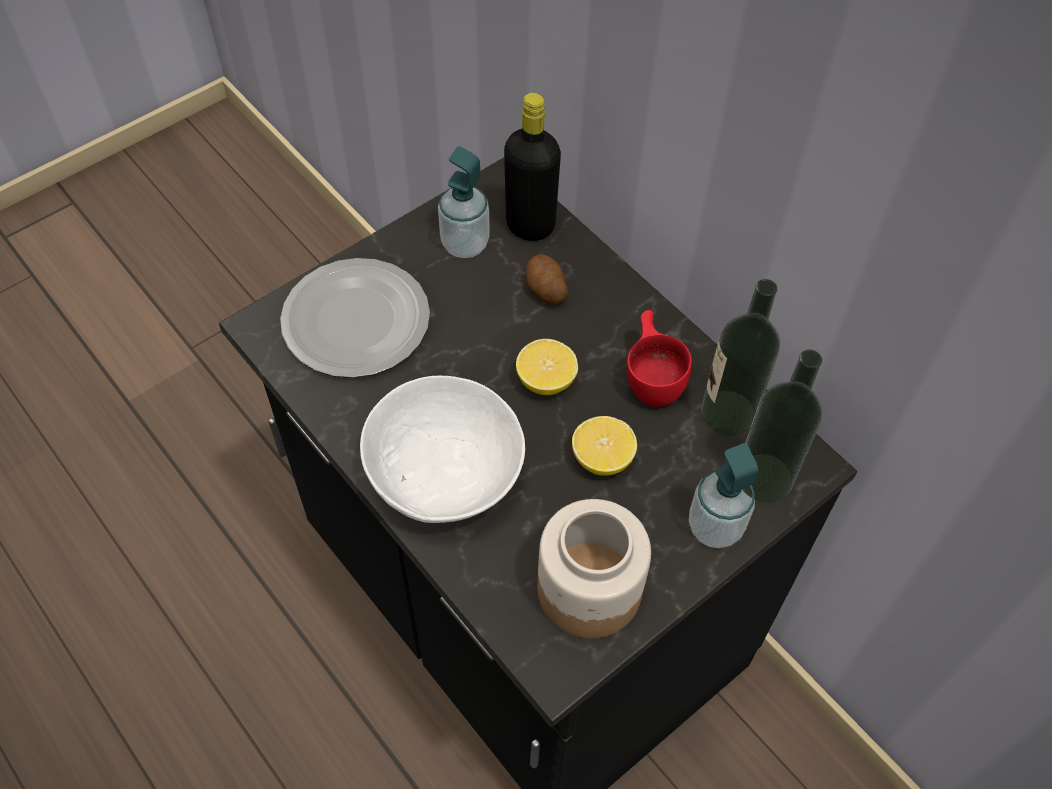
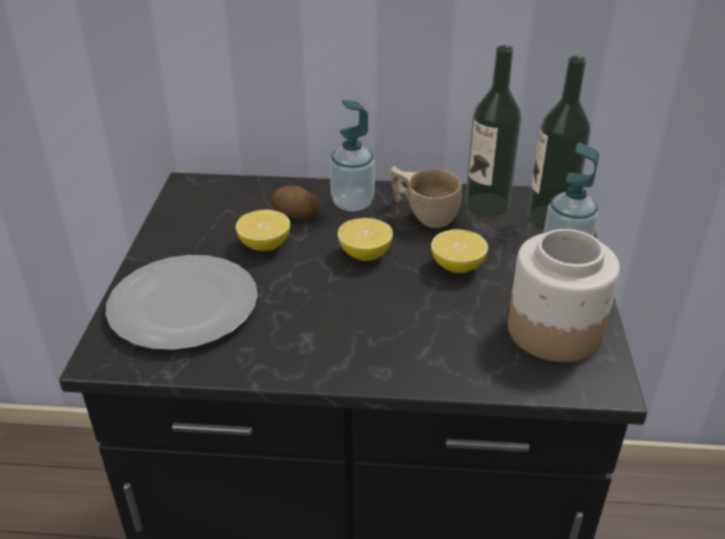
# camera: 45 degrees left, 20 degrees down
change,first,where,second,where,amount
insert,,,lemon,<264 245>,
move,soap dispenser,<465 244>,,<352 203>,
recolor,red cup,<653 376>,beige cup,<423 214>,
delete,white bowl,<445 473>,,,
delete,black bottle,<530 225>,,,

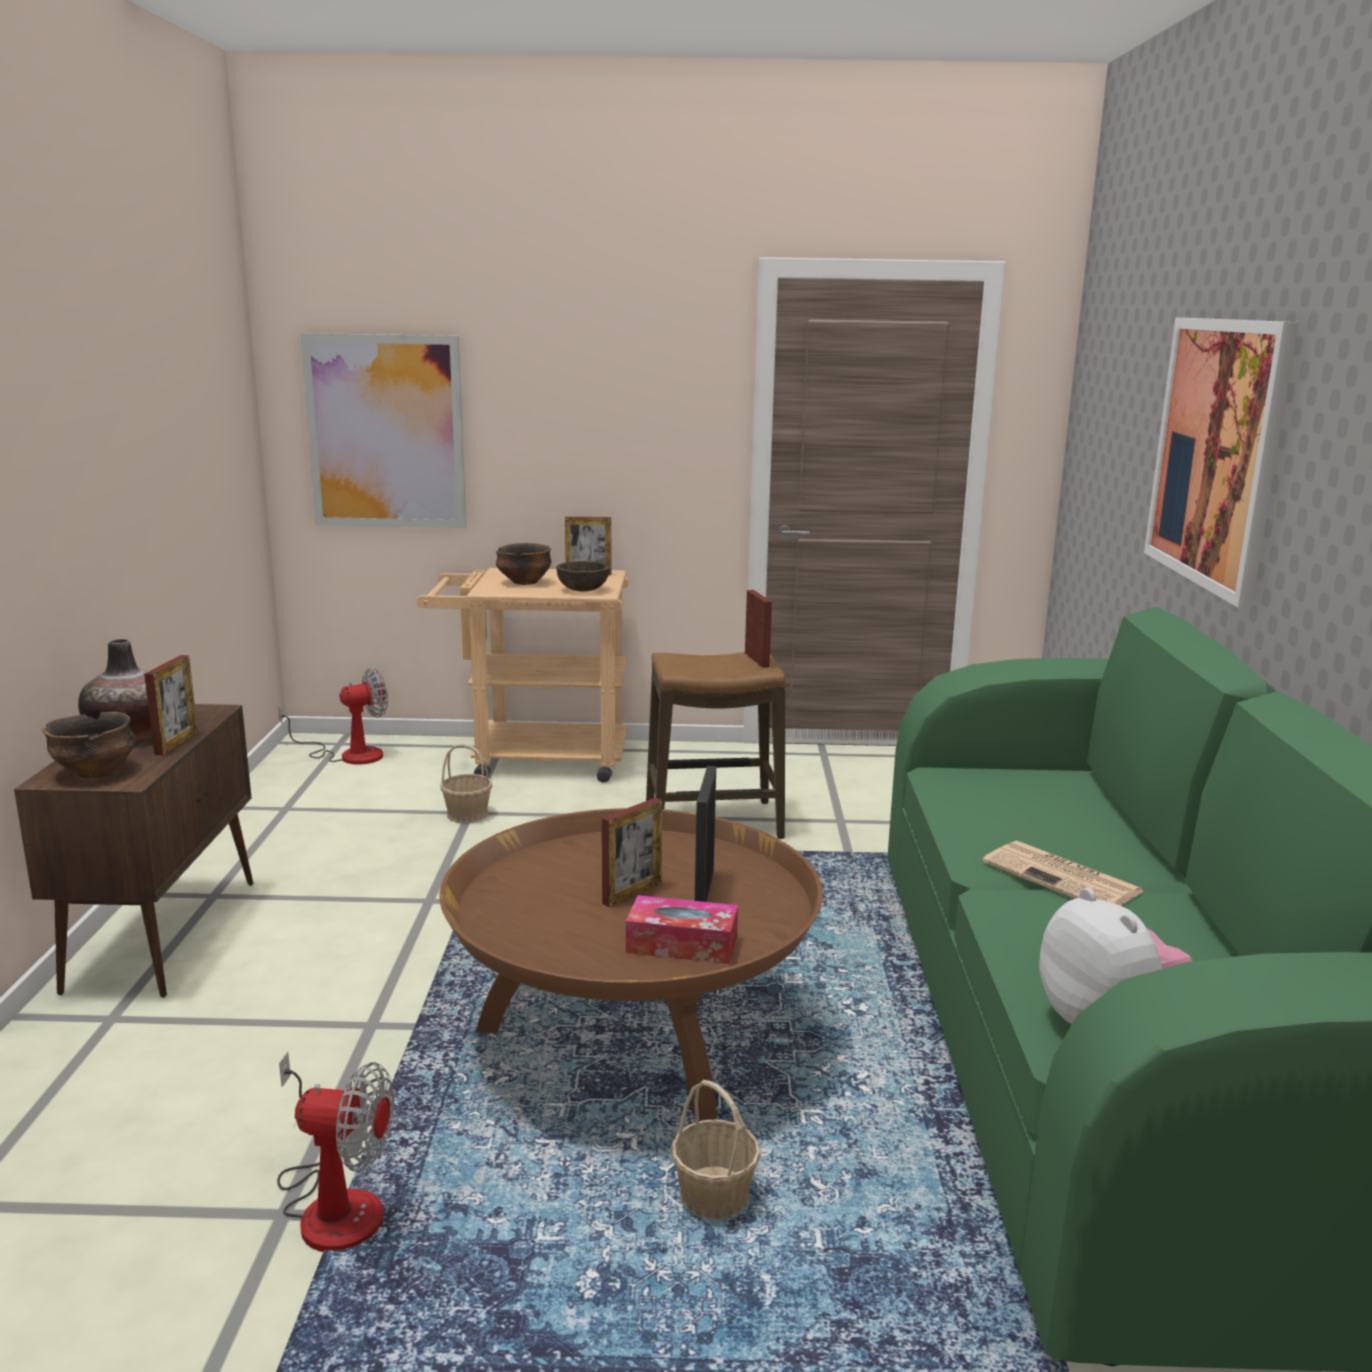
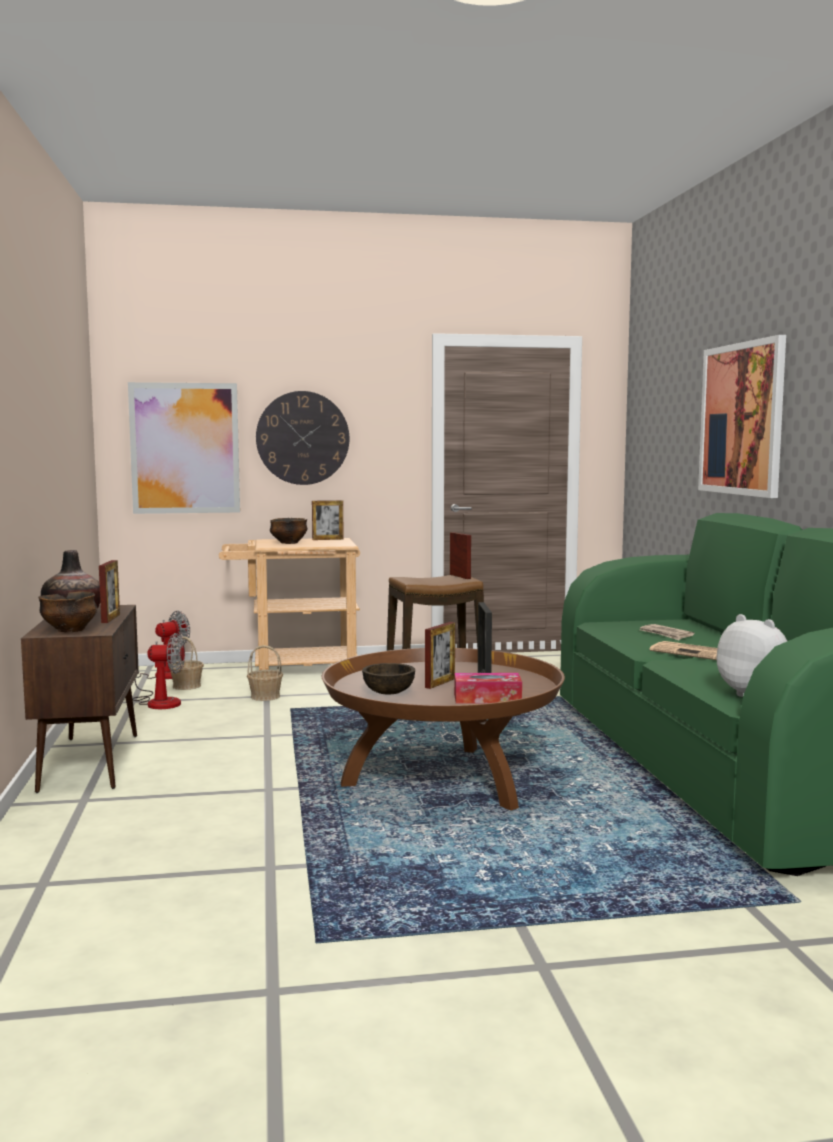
# camera: 10 degrees left, 10 degrees down
change,first,where,second,where,amount
move,fan,<334 1202>,,<158 702>,
move,basket,<714 1195>,,<187 686>,
insert,,,wall clock,<302 438>,
move,brown bowl,<583 590>,,<389 693>,
insert,,,newspaper,<666 634>,

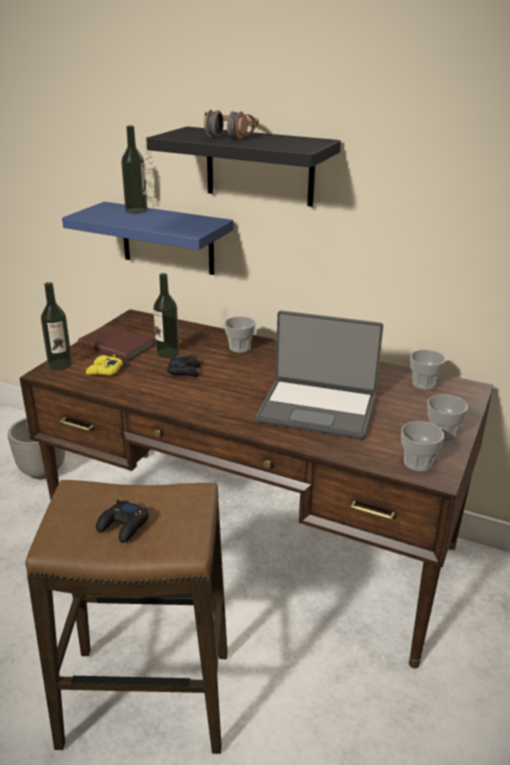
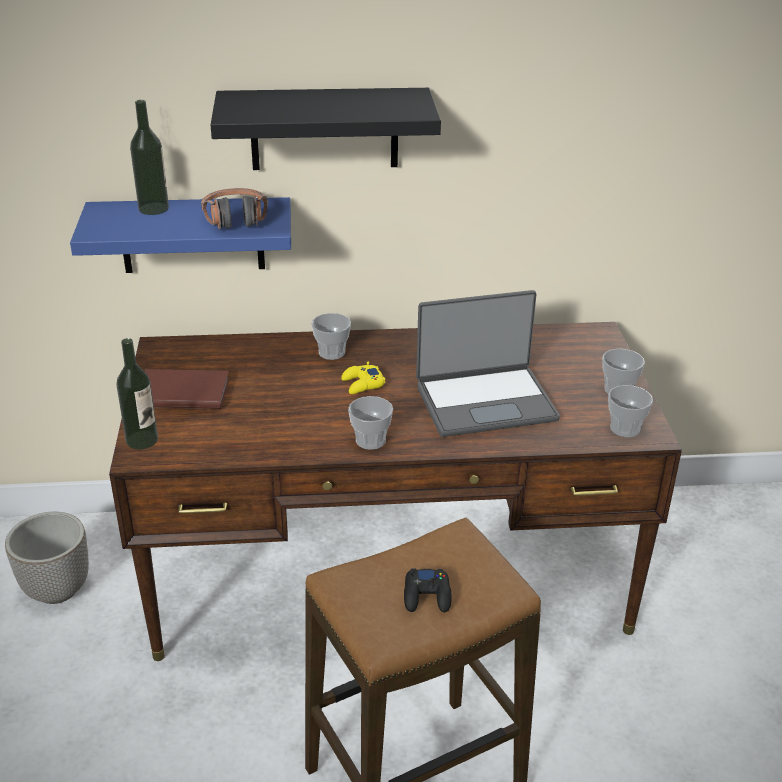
# camera: 30 degrees left, 5 degrees up
change,first,where,second,where,amount
move,headphones,<230 135>,,<236 219>,
move,yellow game controller,<104 370>,,<362 384>,
move,cup,<424 384>,,<370 440>,
delete,bottle,<167 353>,,,
delete,black game controller,<185 371>,,,

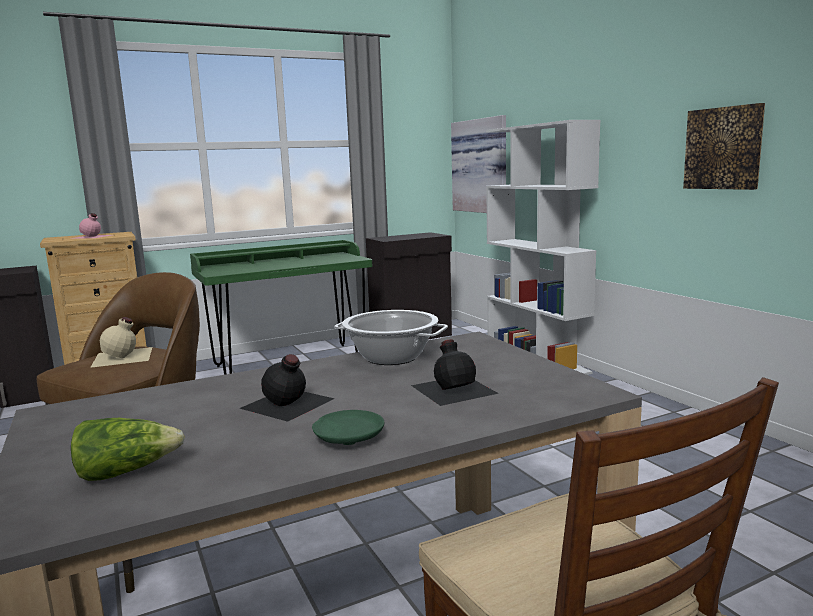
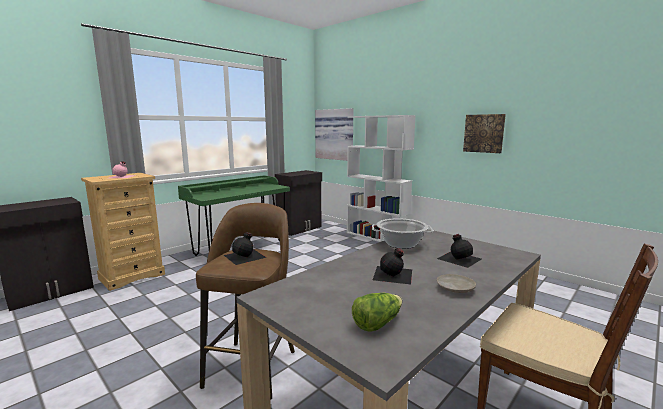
# camera: 20 degrees left, 0 degrees up
change,first,where,second,where,amount
recolor,beige bottle,<123 356>,black bottle,<245 256>,
recolor,green plate,<348 437>,beige plate,<455 289>,

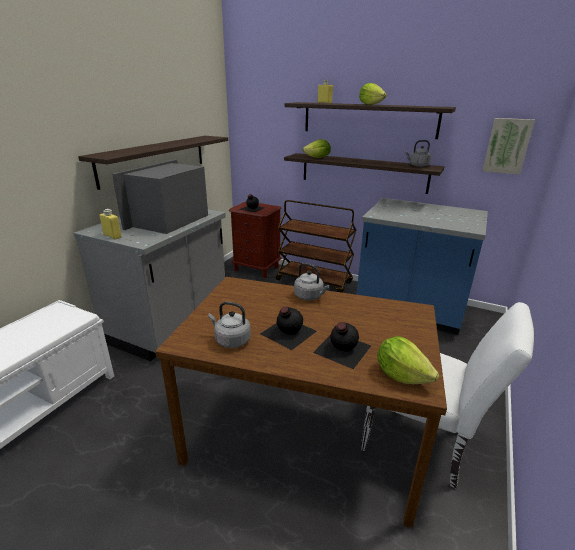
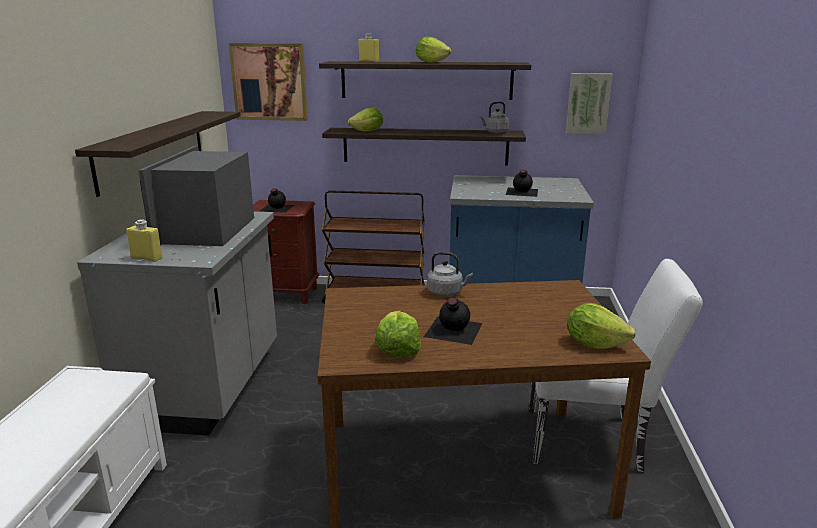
# camera: 20 degrees left, 5 degrees down
change,first,where,second,where,amount
insert,,,picture,<269 82>,
replace,grey kettle,<231 340>,lettuce,<397 349>,
move,black bottle,<341 349>,,<521 192>,

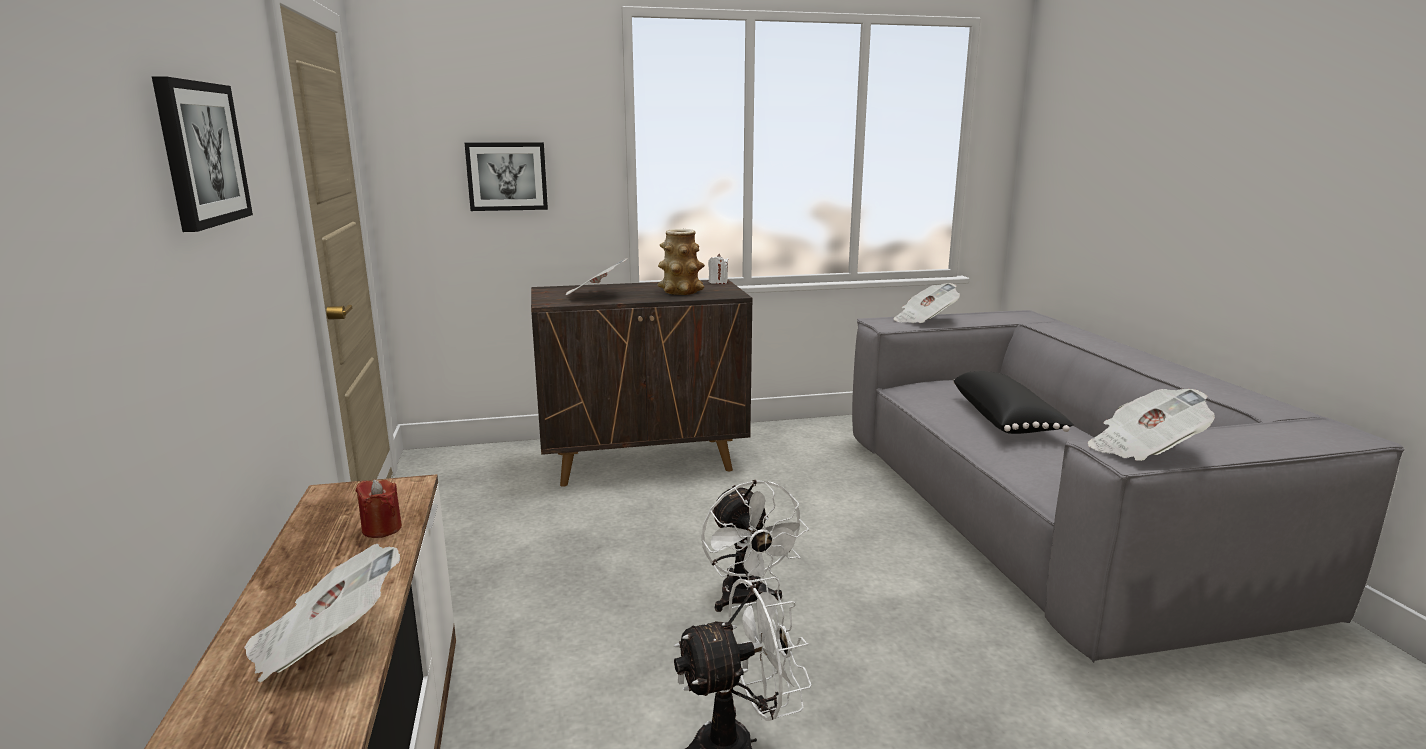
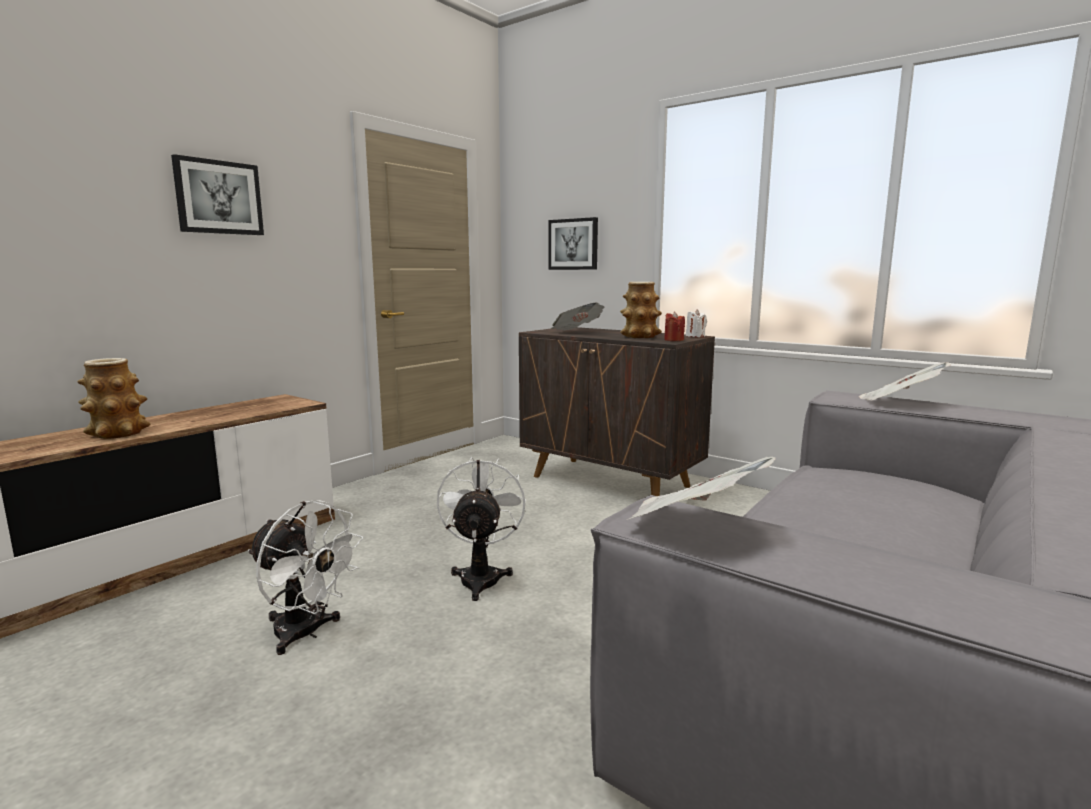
# camera: 50 degrees right, 5 degrees down
change,first,where,second,where,amount
replace,newspaper,<325 644>,vase,<118 433>,
rotate,white fan,<747 601>,,<481 576>,150 degrees clockwise
move,red candle,<382 529>,,<673 340>,
delete,black pillow,<1006 420>,,,

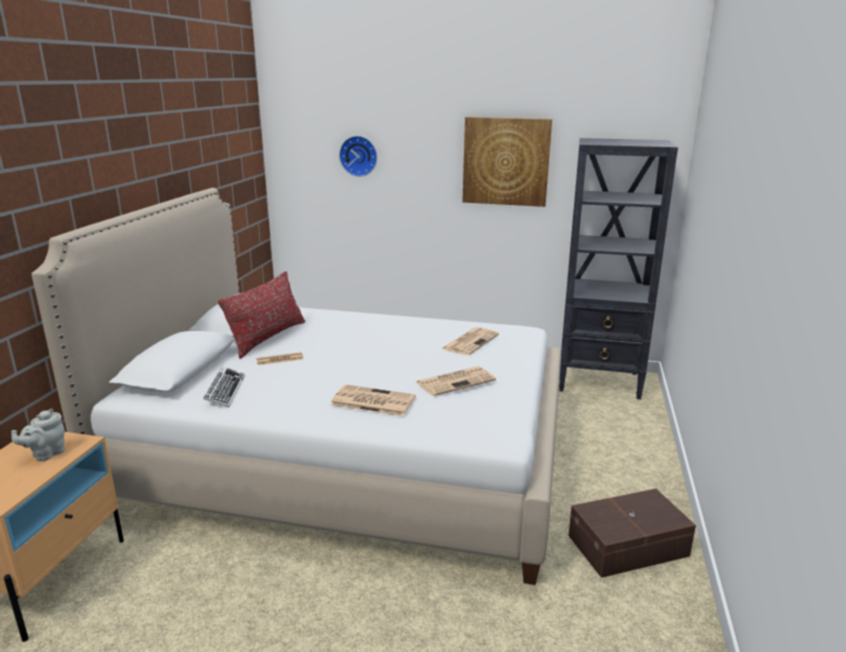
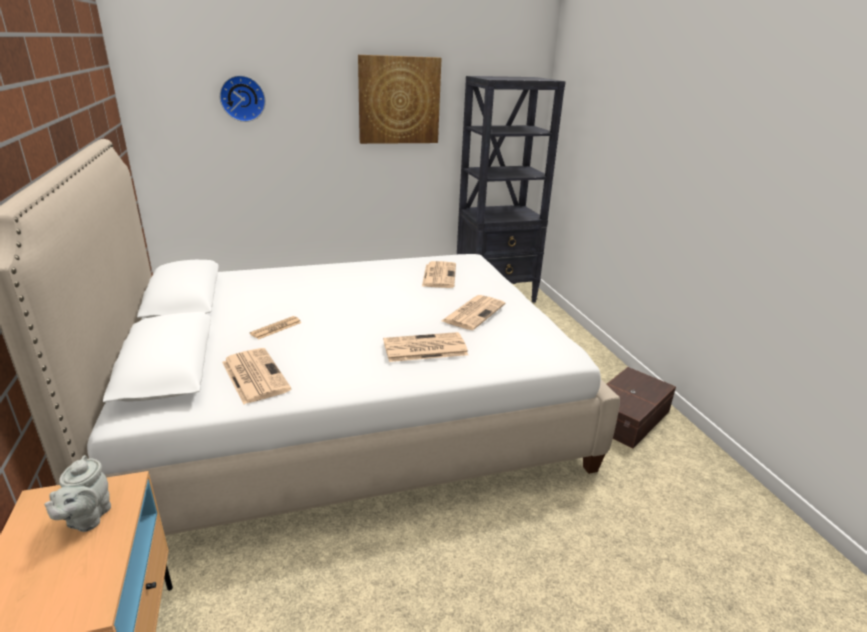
# camera: 30 degrees left, 5 degrees up
change,first,where,second,where,amount
replace,keyboard,<225 391>,newspaper,<254 375>,
delete,red pillow,<268 338>,,,

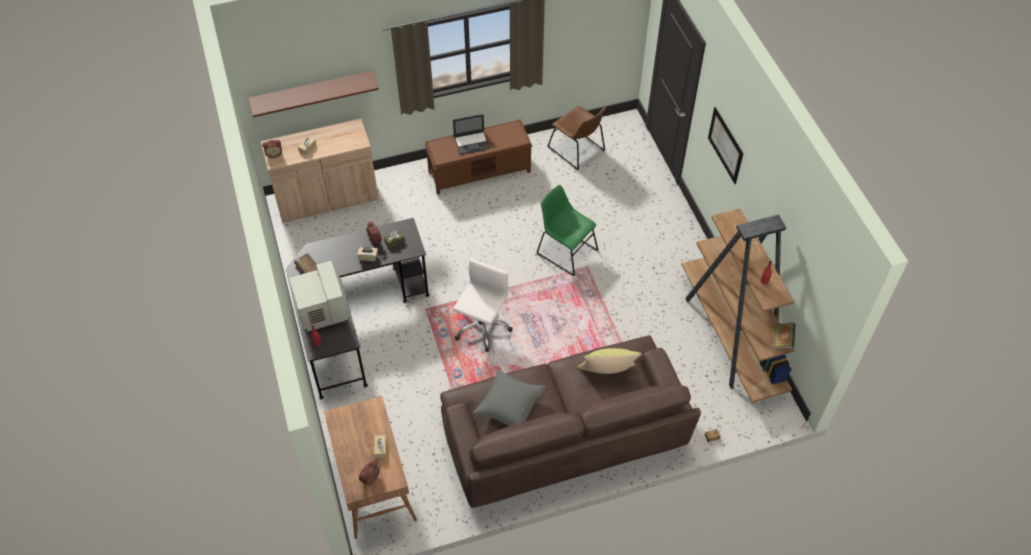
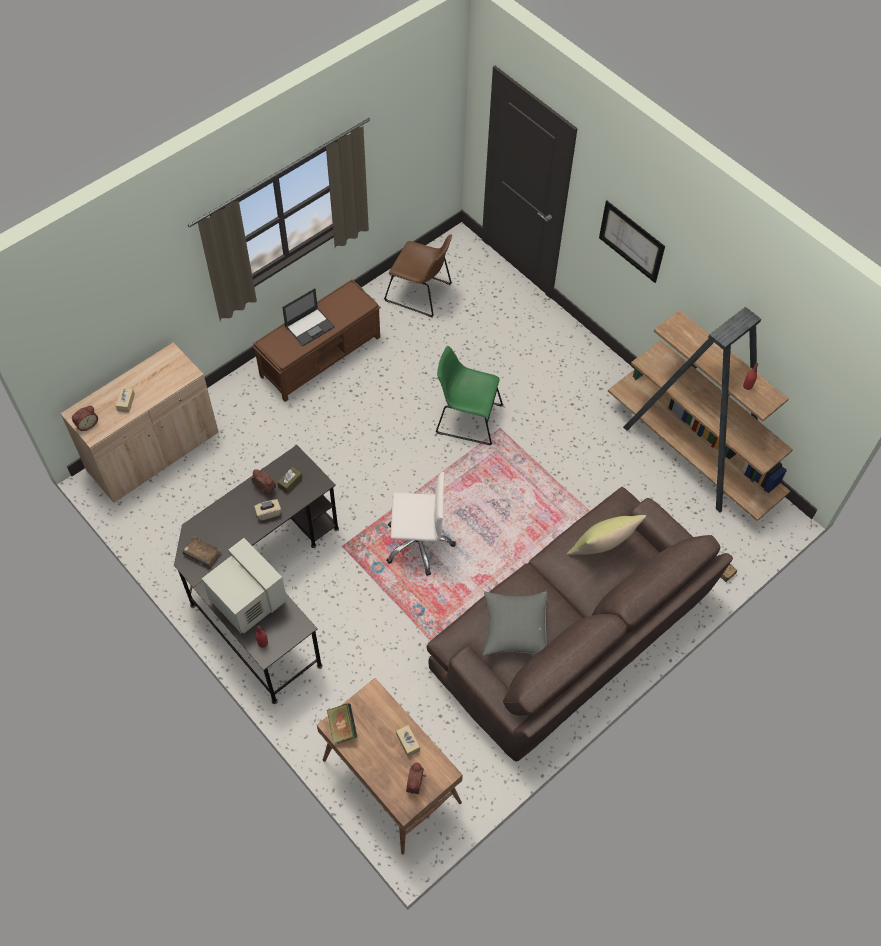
# camera: 25 degrees left, 5 degrees up
change,first,where,second,where,amount
move,book,<783 340>,,<342 727>,
rotate,white office chair,<482 327>,,<418 543>,90 degrees clockwise
delete,brown shelf,<312 92>,,,

